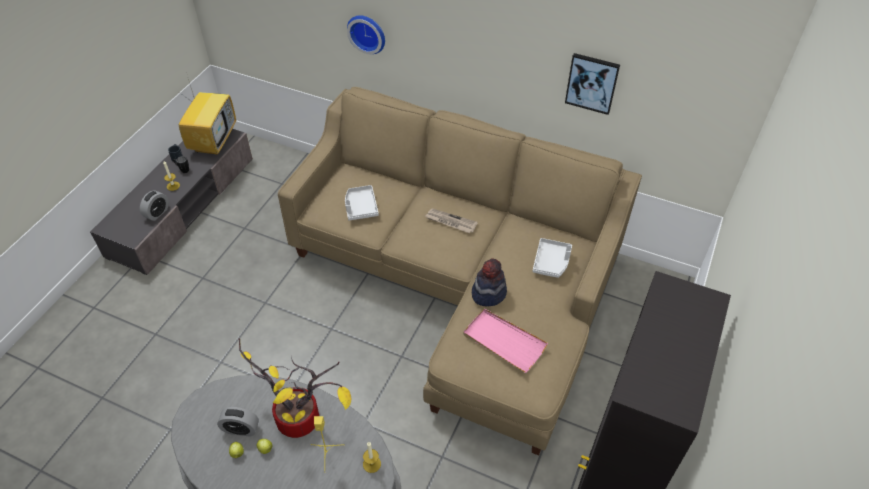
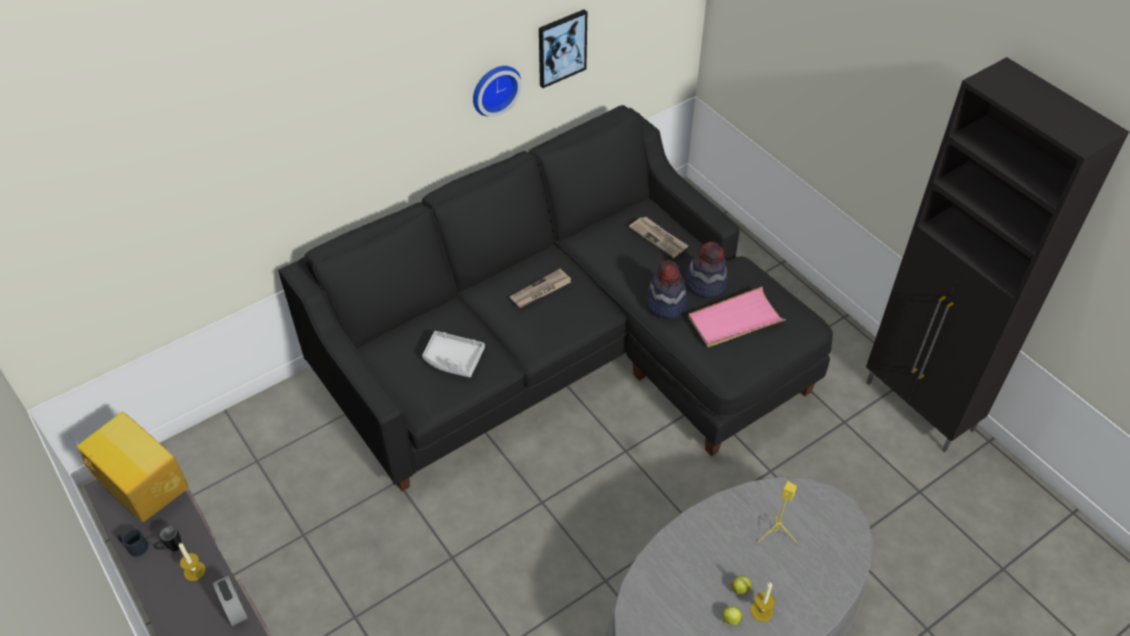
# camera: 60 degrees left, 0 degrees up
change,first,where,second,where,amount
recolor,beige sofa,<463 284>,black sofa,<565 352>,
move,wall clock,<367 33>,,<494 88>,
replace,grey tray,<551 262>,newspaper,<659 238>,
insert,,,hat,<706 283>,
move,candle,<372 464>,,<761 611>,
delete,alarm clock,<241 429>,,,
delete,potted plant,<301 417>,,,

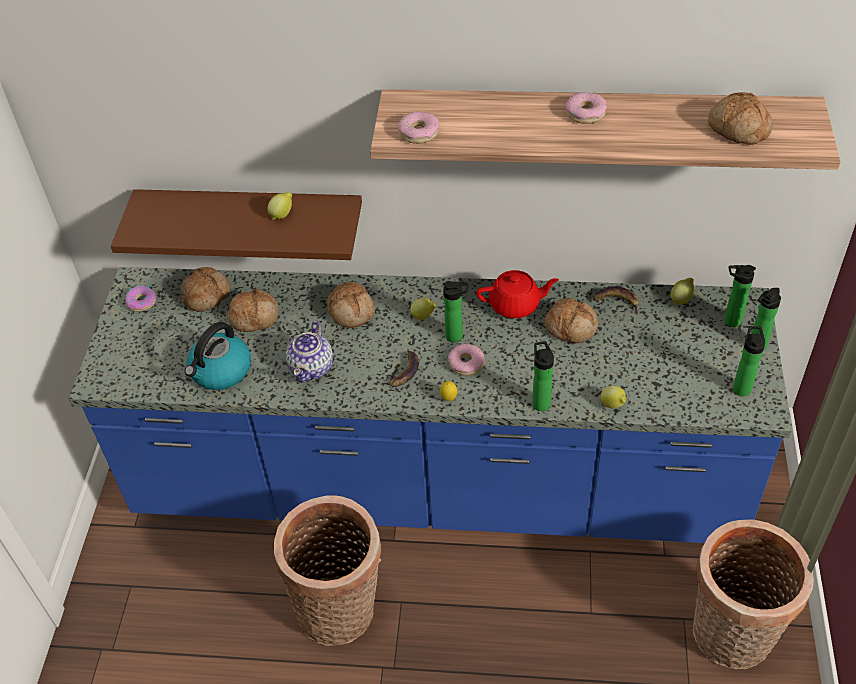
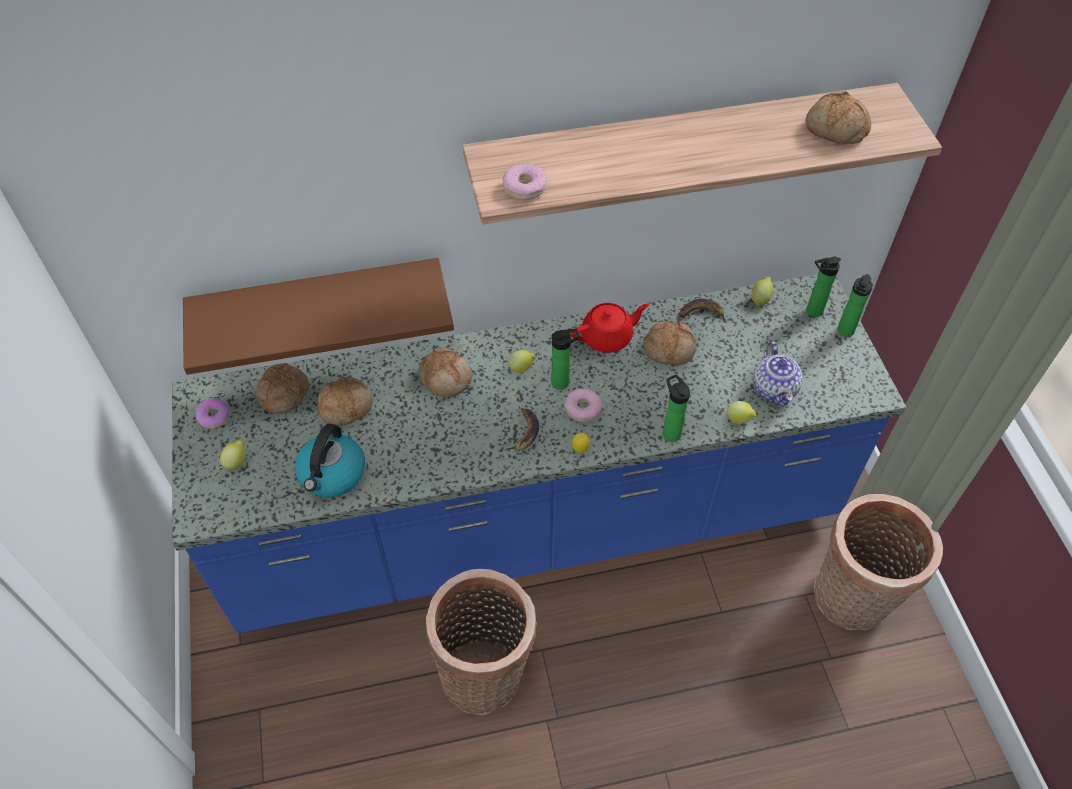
# camera: 20 degrees left, 5 degrees up
change,first,where,second,where,amount
move,lemon,<282 214>,,<237 462>,
move,teapot,<312 367>,,<774 389>,
delete,donut,<585 113>,,,
delete,bottle,<741 387>,,,

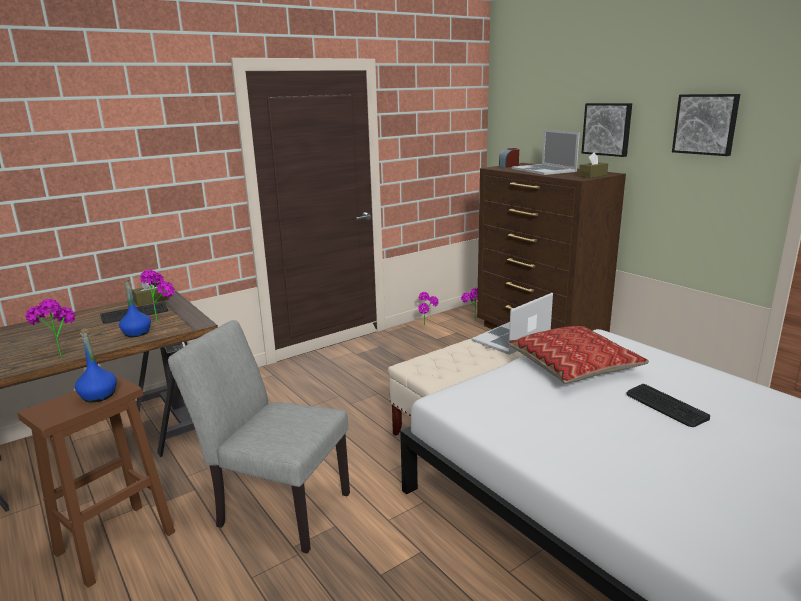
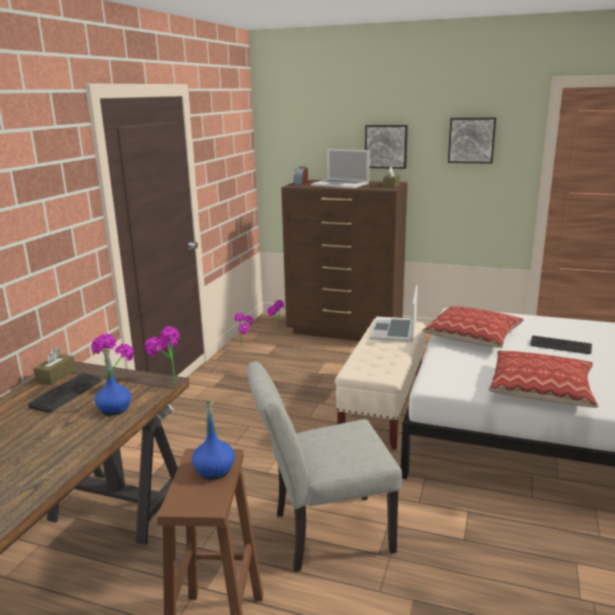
# camera: 35 degrees left, 0 degrees up
change,first,where,second,where,amount
move,potted plant,<59 355>,,<167 383>,
insert,,,pillow,<541 389>,

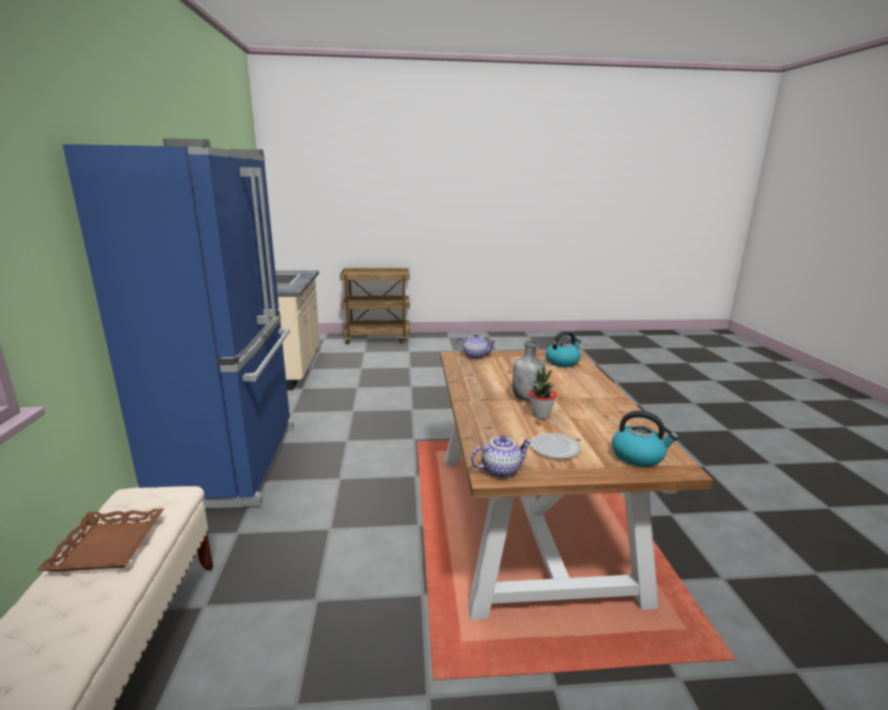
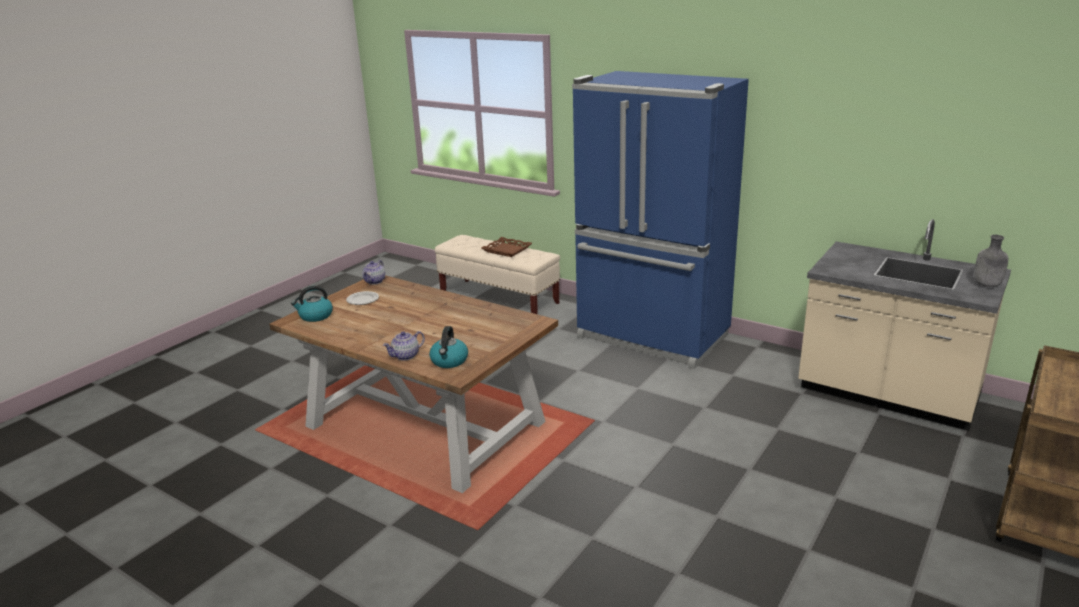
# camera: 130 degrees right, 5 degrees up
change,first,where,second,where,amount
move,teapot,<475 356>,,<406 356>,
move,grey bottle,<527 398>,,<986 285>,
delete,potted plant,<540 415>,,,

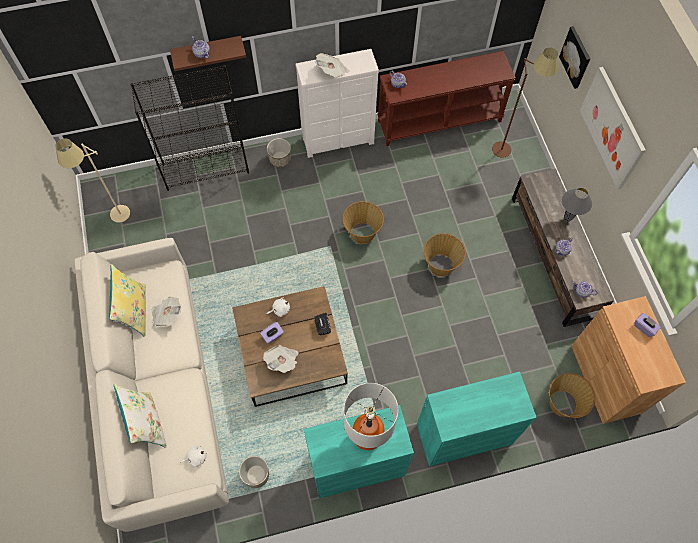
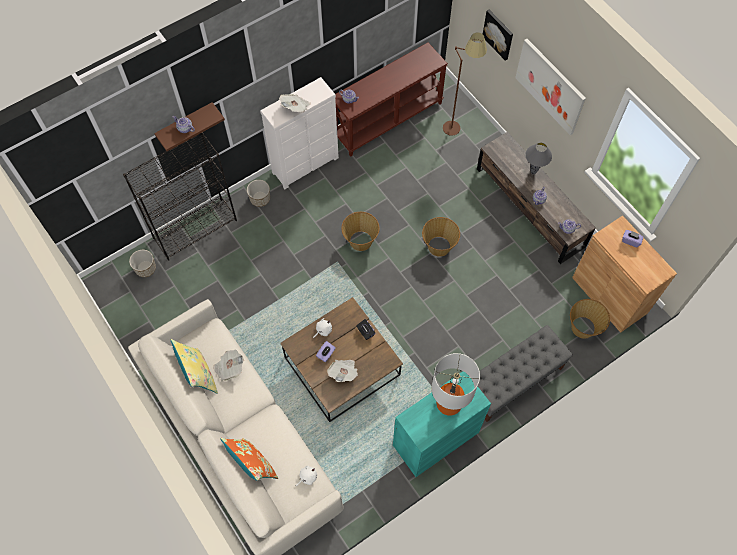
# camera: 20 degrees left, 0 degrees up
change,first,where,second,where,amount
move,planter,<256 475>,,<145 268>,
recolor,white pillow,<147 423>,orange pillow,<252 464>,
replace,turquoise cabinet,<463 434>,grey bench,<513 381>,
delete,beige floor lamp,<116 221>,,,

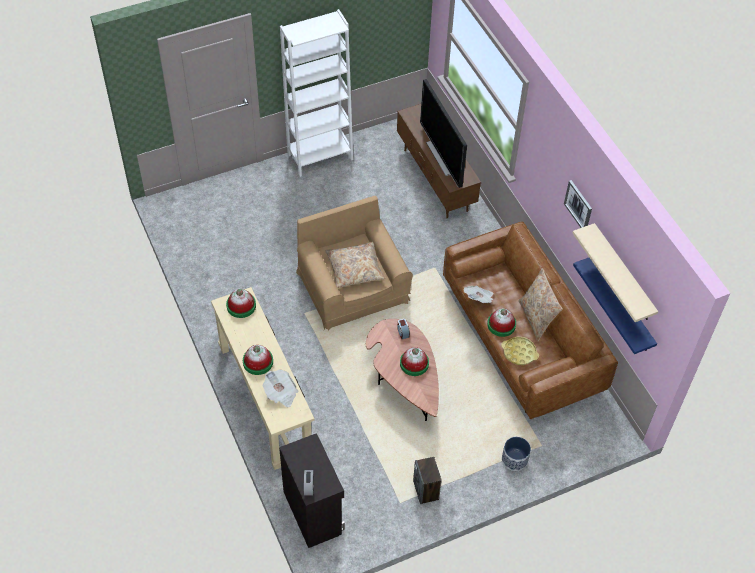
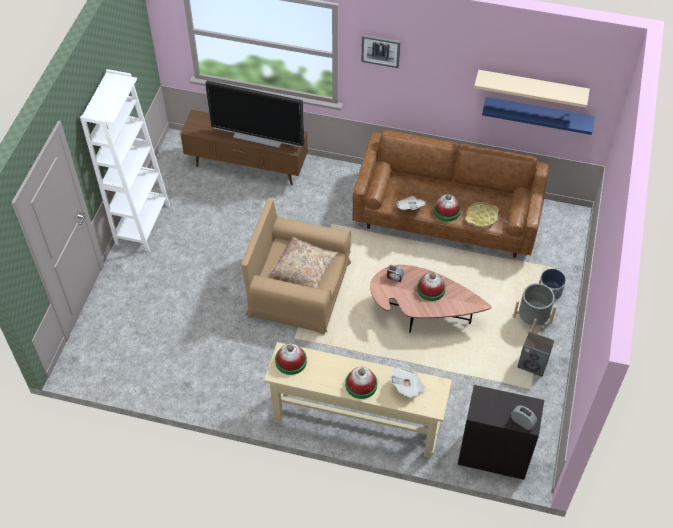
# camera: 50 degrees left, 0 degrees up
change,first,where,second,where,amount
move,picture,<578 205>,,<380 50>,
insert,,,grey planter,<532 319>,
delete,beige pillow,<536 318>,,,

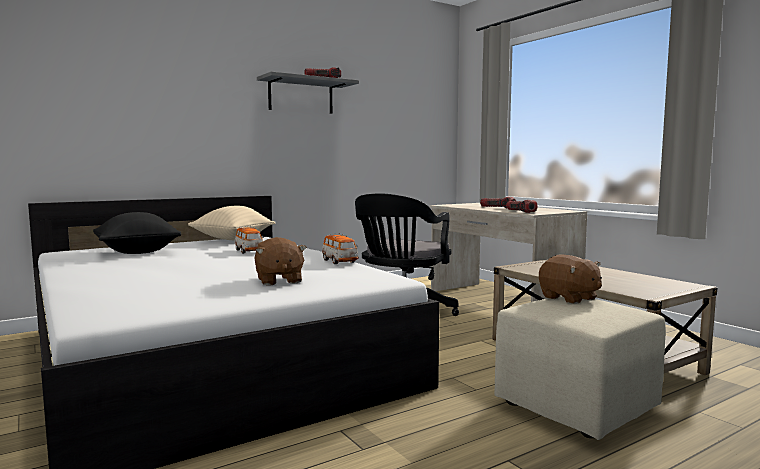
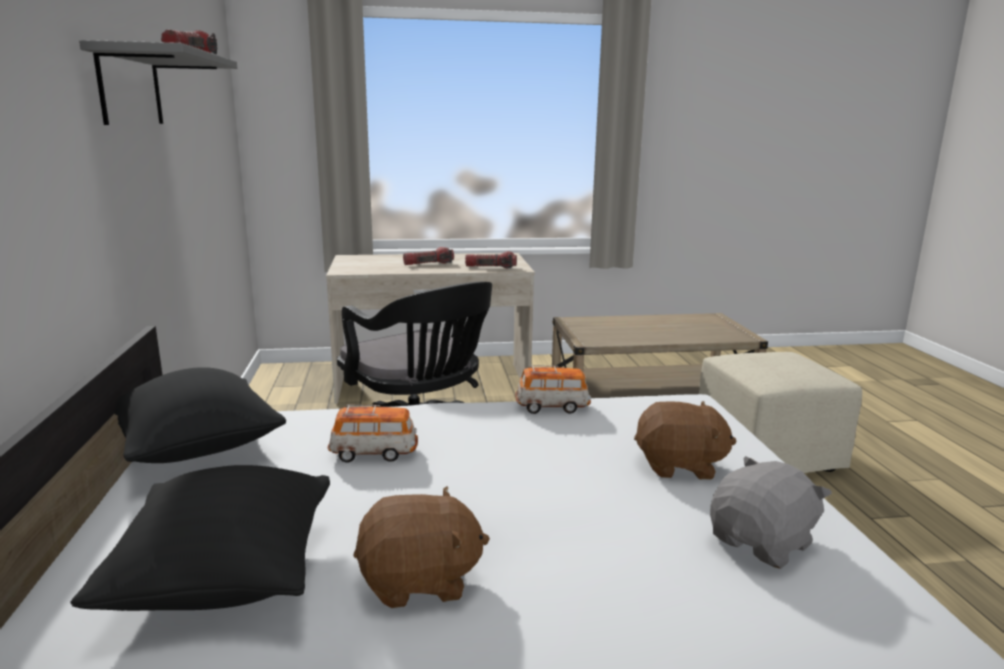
# camera: 65 degrees left, 10 degrees up
change,first,where,second,where,amount
recolor,beige pillow,<233 240>,black pillow,<197 451>,
move,brown plush toy,<569 298>,,<420 581>,
insert,,,grey plush toy,<762 543>,

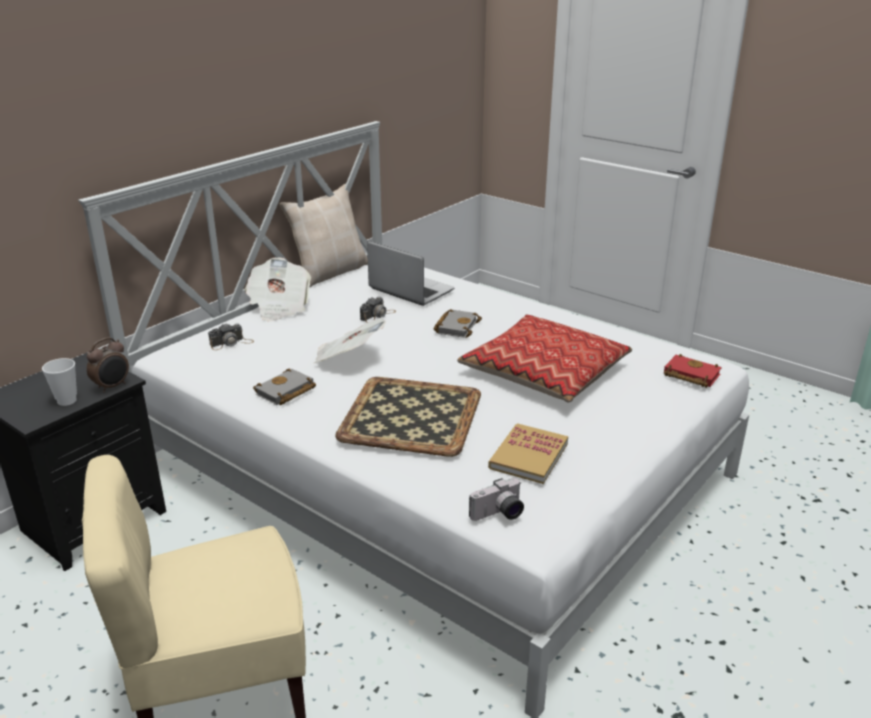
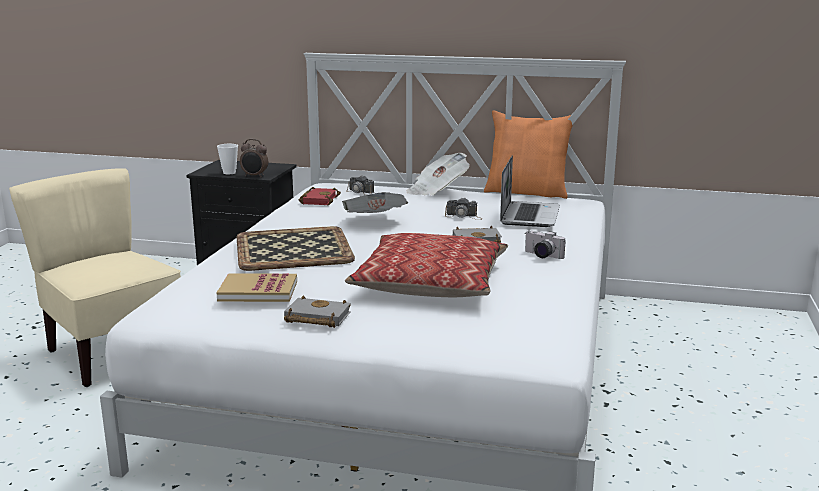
# camera: 65 degrees right, 10 degrees down
change,first,where,second,where,amount
move,grey book,<285 392>,,<315 318>,
move,red book,<689 375>,,<318 200>,
recolor,beige pillow,<330 272>,orange pillow,<527 192>,
move,photo camera,<499 514>,,<541 256>,

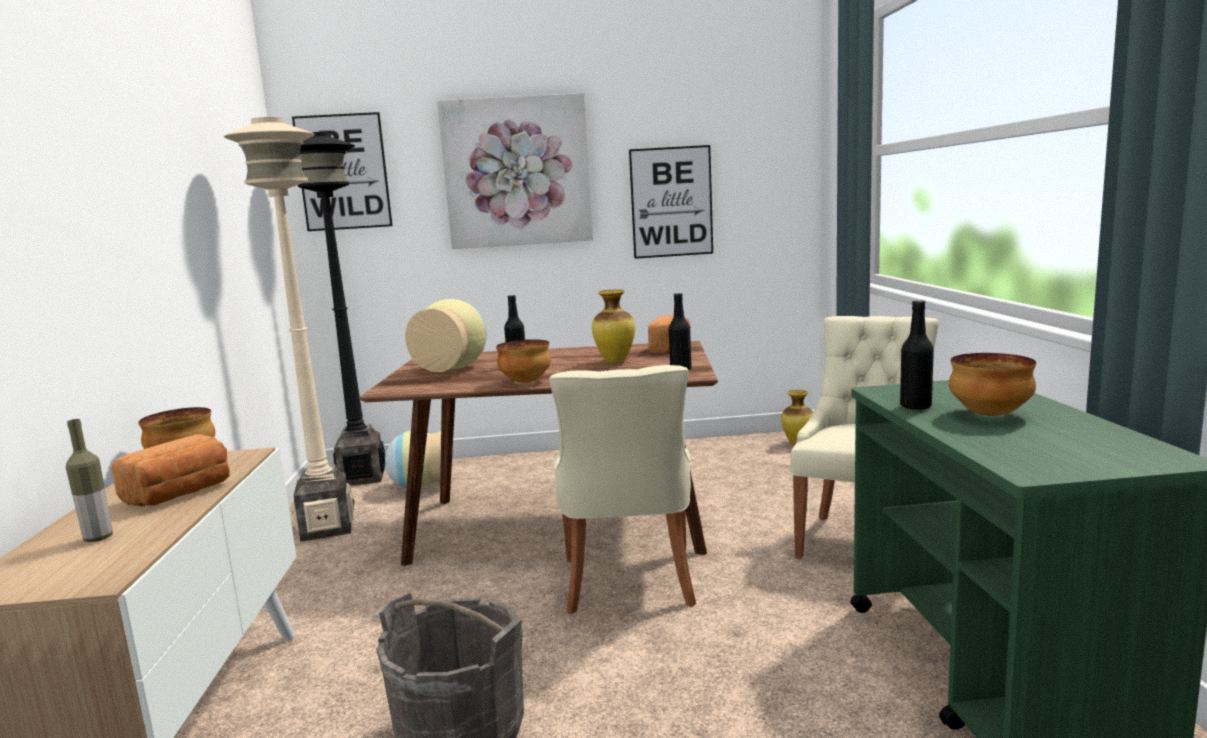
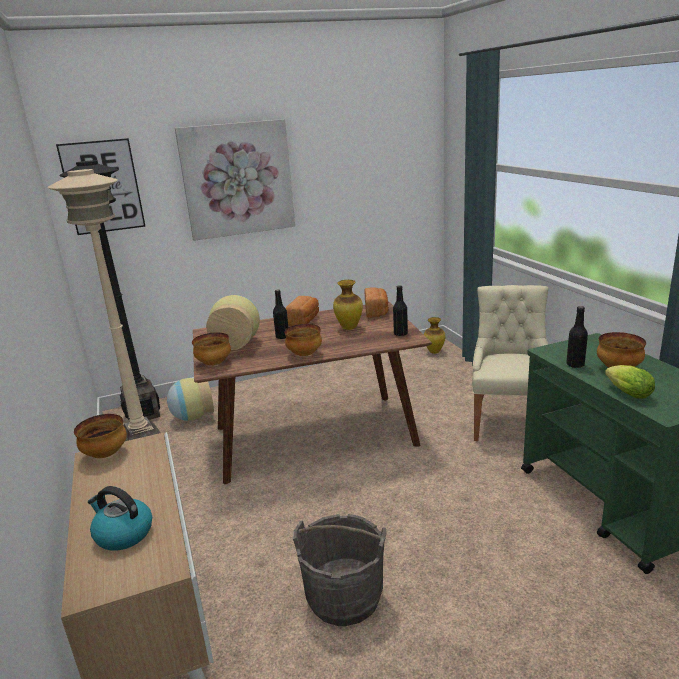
# camera: 15 degrees left, 10 degrees up
change,first,where,second,where,amount
replace,bottle,<98 538>,kettle,<123 534>,
insert,,,bowl,<214 364>,
move,bread,<181 493>,,<304 320>,
insert,,,lettuce,<626 393>,
delete,beige chair,<628 584>,,,
delete,picture,<671 202>,,,

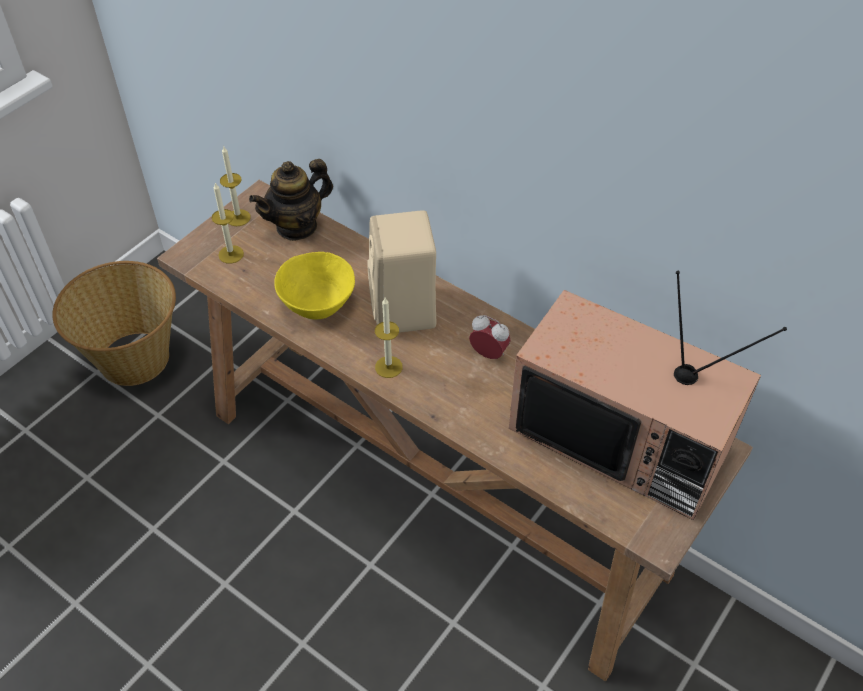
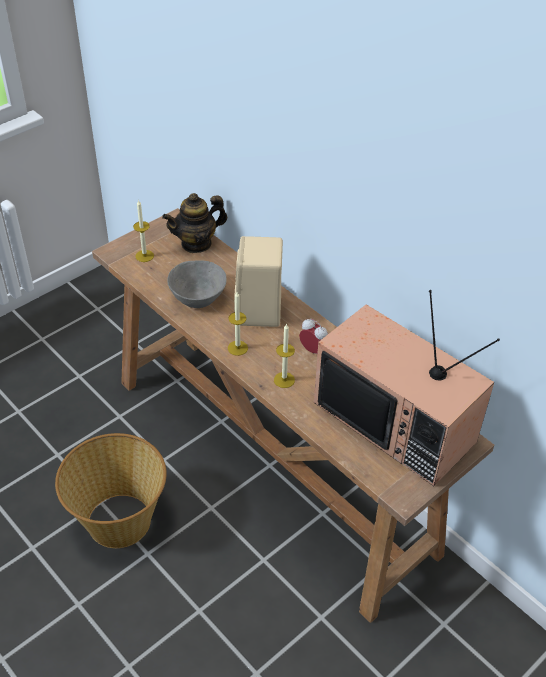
# camera: 10 degrees right, 5 degrees down
change,first,where,second,where,amount
move,basket,<134 357>,,<119 519>,
recolor,yellow bowl,<318 303>,grey bowl,<198 298>,
move,candle,<238 218>,,<284 380>,

